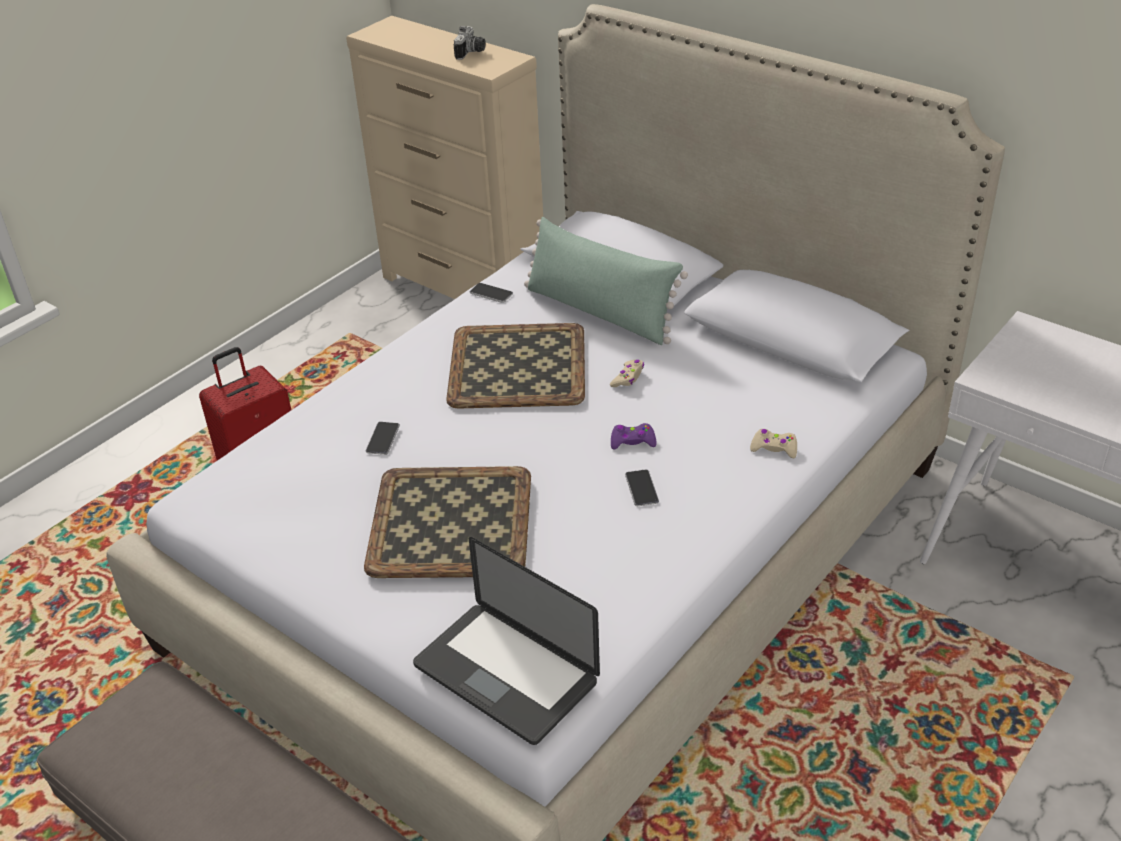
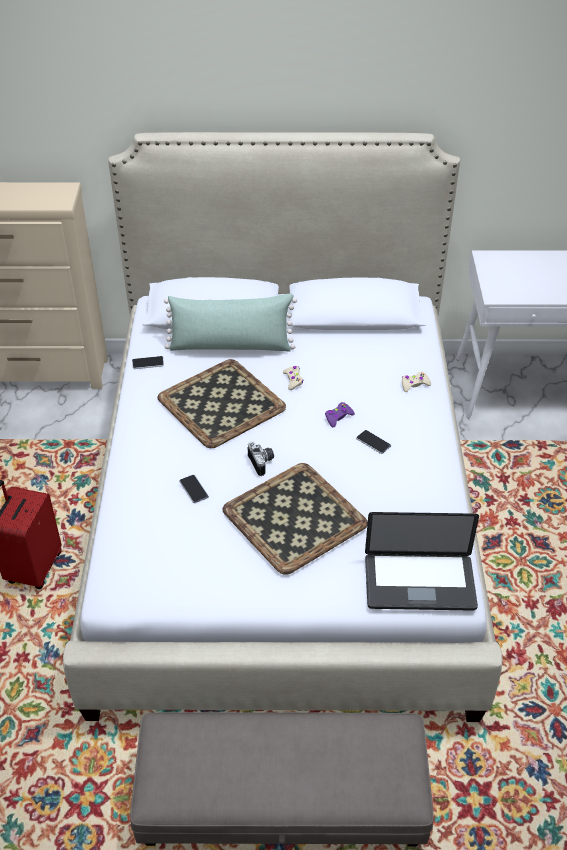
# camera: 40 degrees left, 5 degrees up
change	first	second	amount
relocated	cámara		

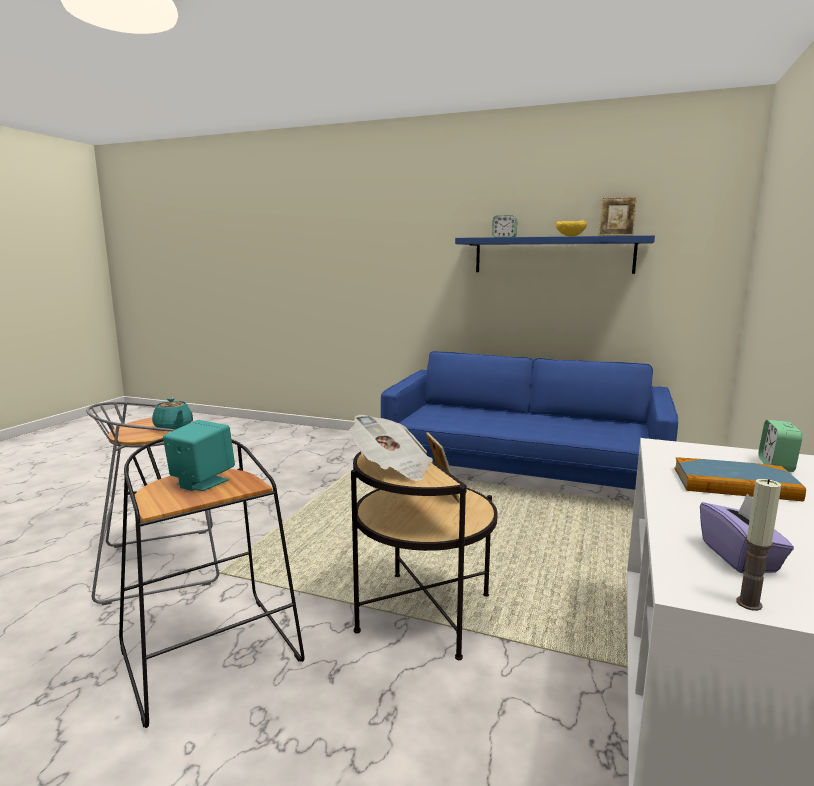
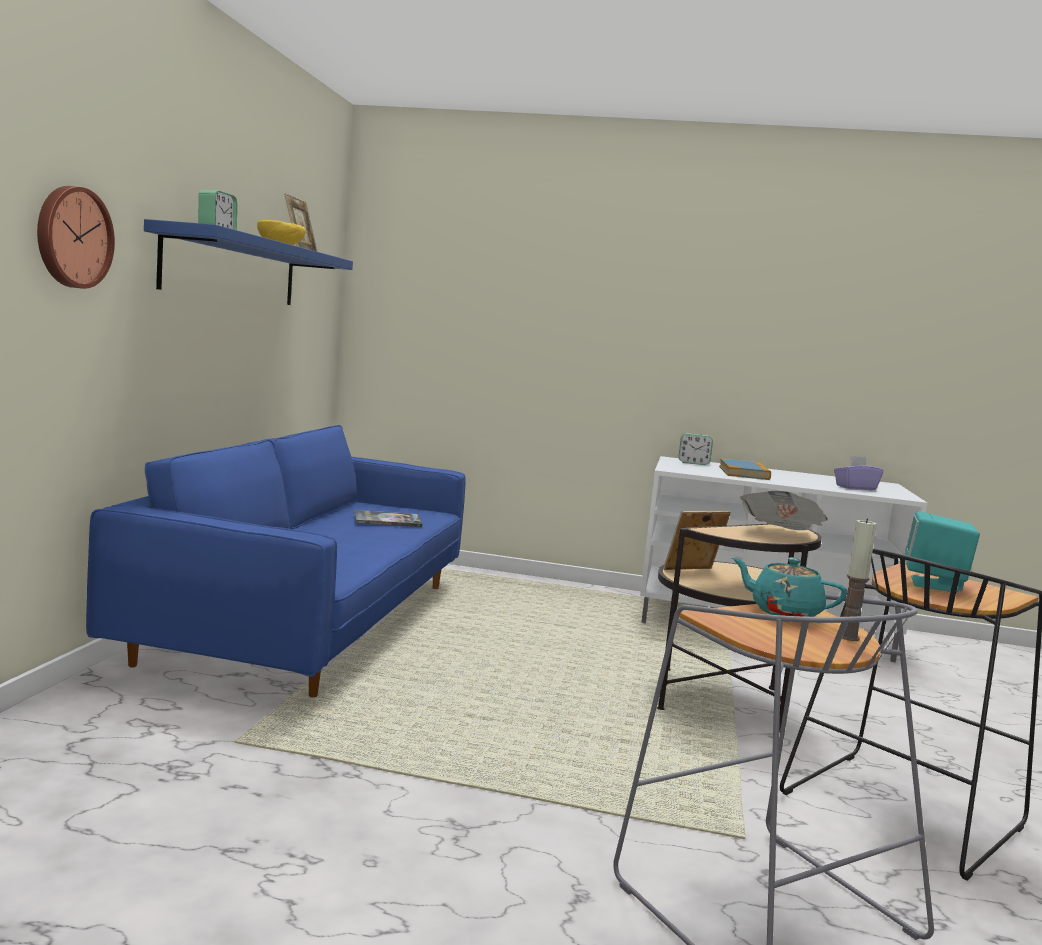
# camera: 100 degrees left, 5 degrees down
change	first	second	amount
appeared		reloj de pared	
appeared		libro (no. 1 from left)	
relocated	vela		
spun	tetera (turquesa)		105 degrees counterclockwise

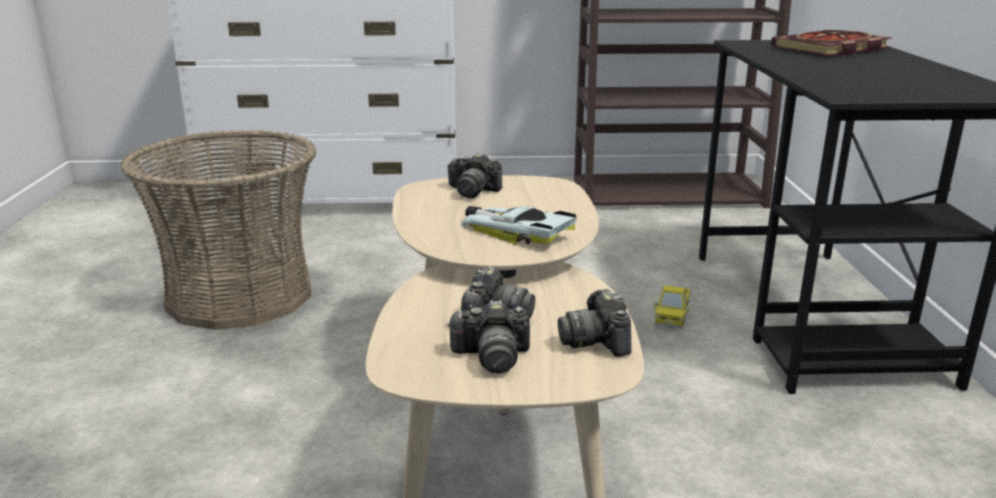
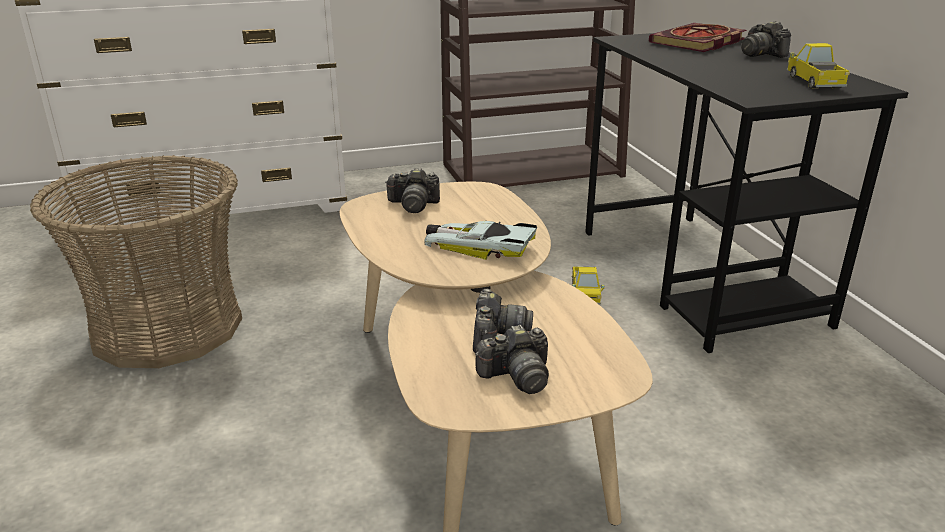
# camera: 15 degrees left, 5 degrees up
change	first	second	amount
appeared		camión de juguete (no. 2 from left)	
relocated	cámara (no. 4 from left)		

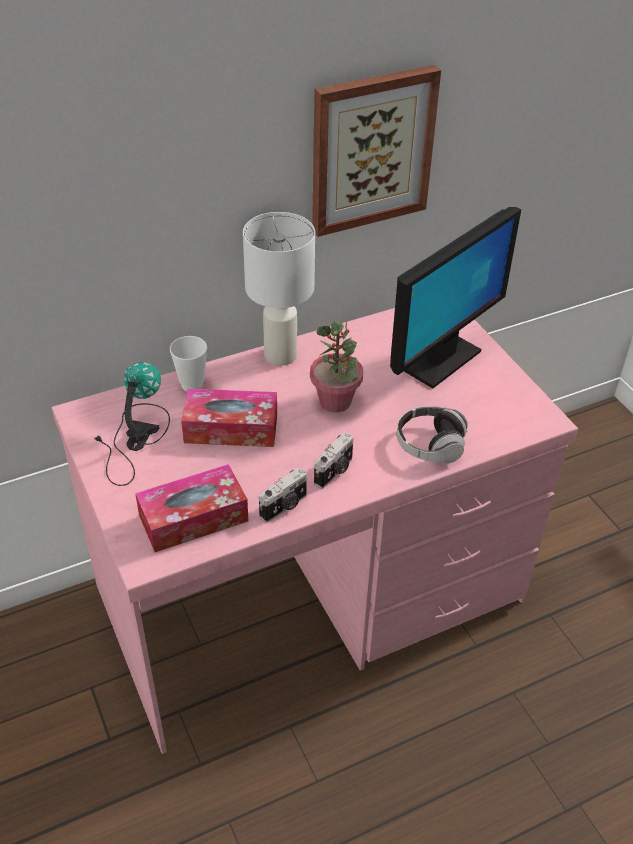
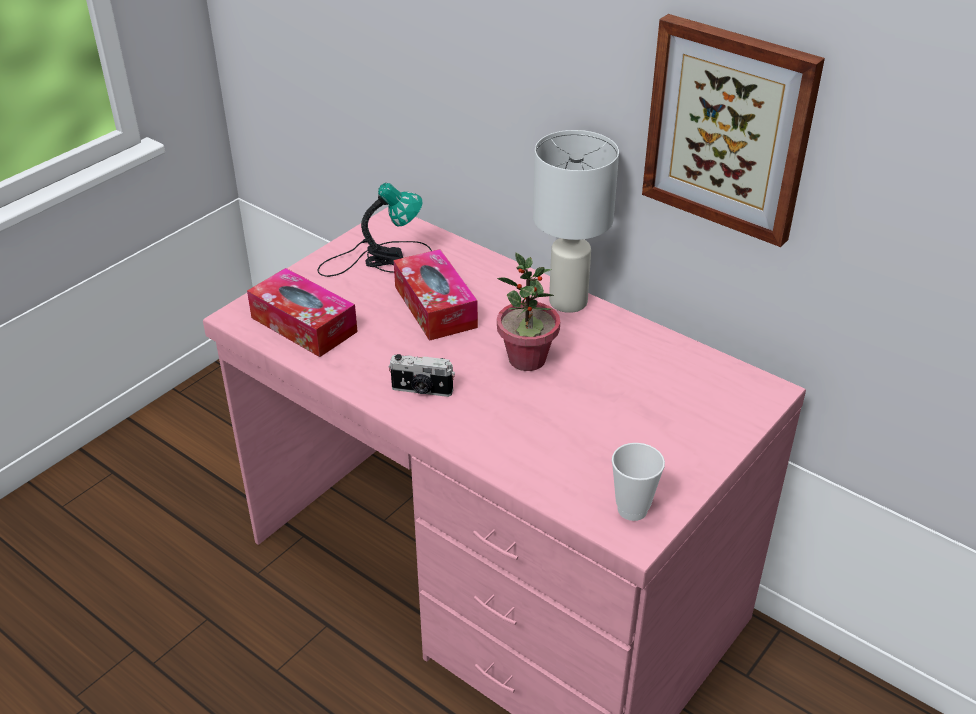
# camera: 65 degrees right, 5 degrees down
change	first	second	amount
missing	cámara (no. 1 from left)		
missing	monitor		
missing	auriculares		
relocated	taza		

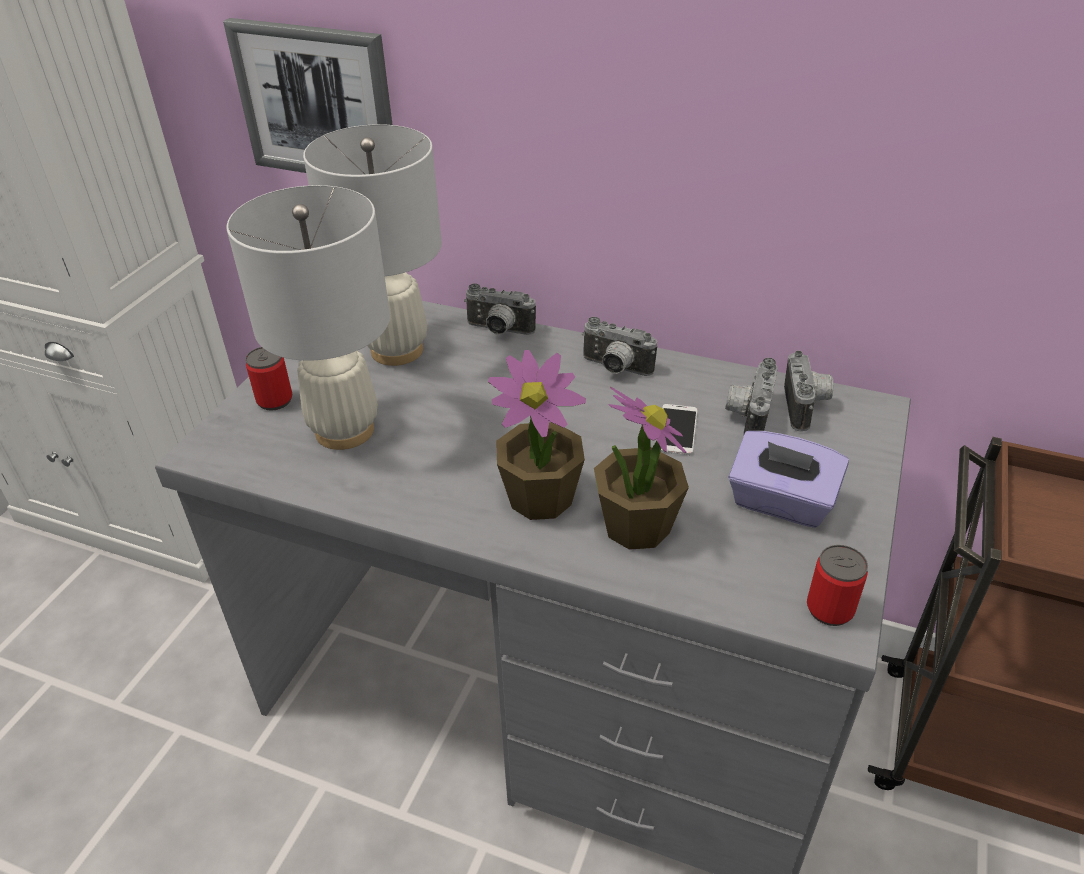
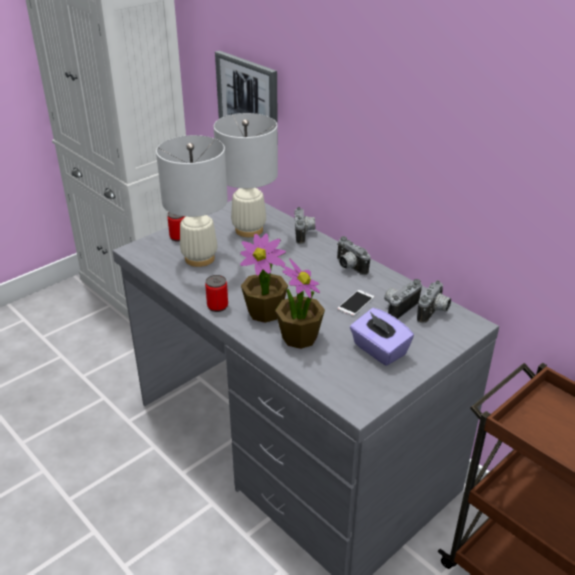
# camera: 25 degrees right, 5 degrees down
change	first	second	amount
relocated	lata (no. 2 from left)		
spun	cámara (no. 1 from left)		135 degrees counterclockwise

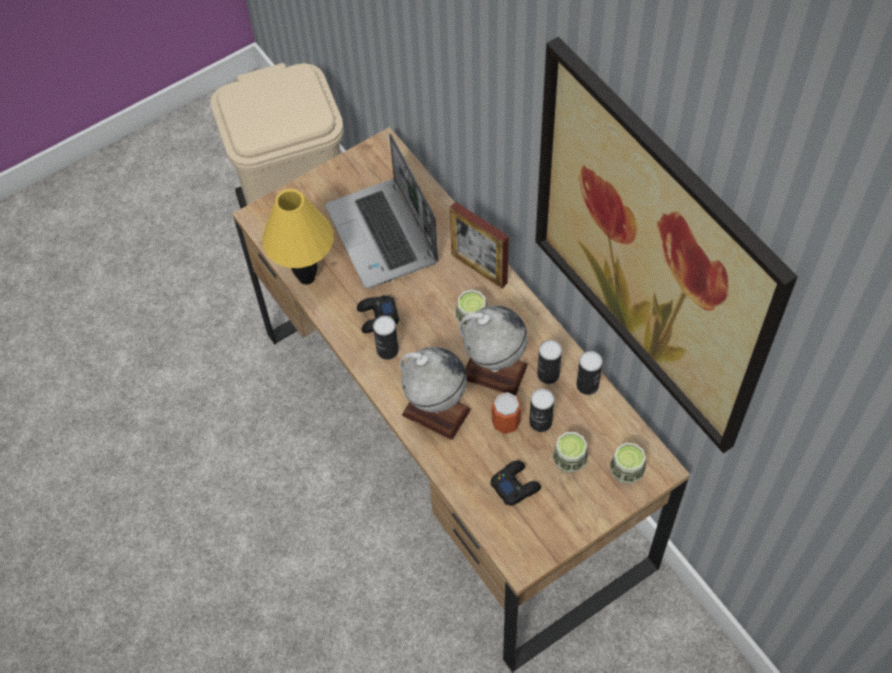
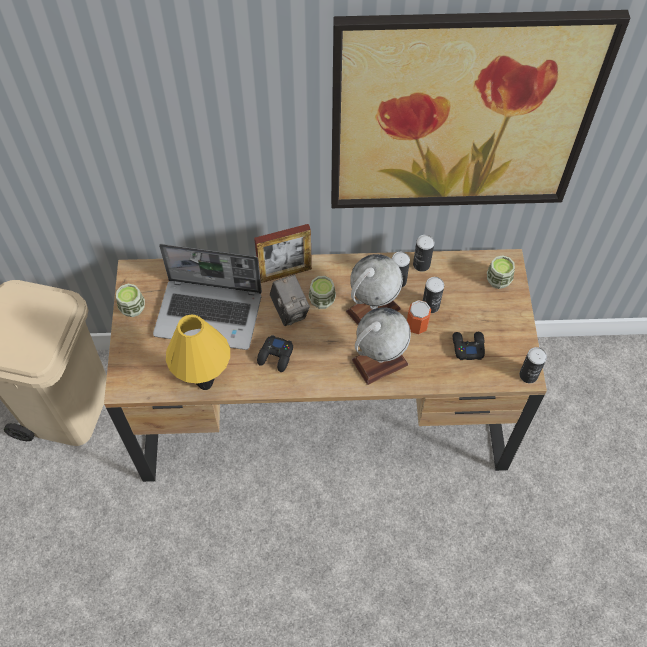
# camera: 60 degrees left, 0 degrees up
change	first	second	amount
appeared		cámara	
relocated	lata (no. 1 from left in the first image)	lata (no. 5 from left)	
relocated	taza (no. 2 from left in the first image)	taza (no. 1 from left)	

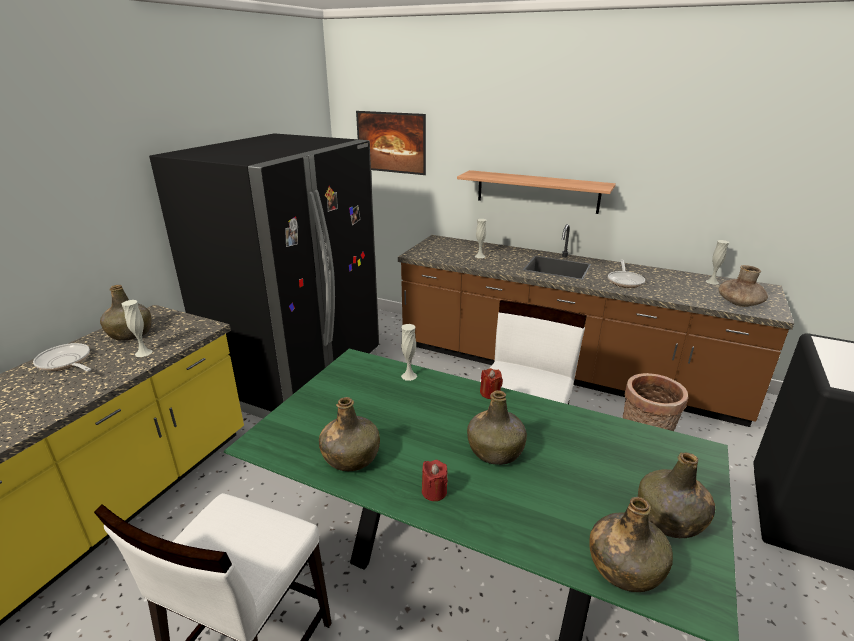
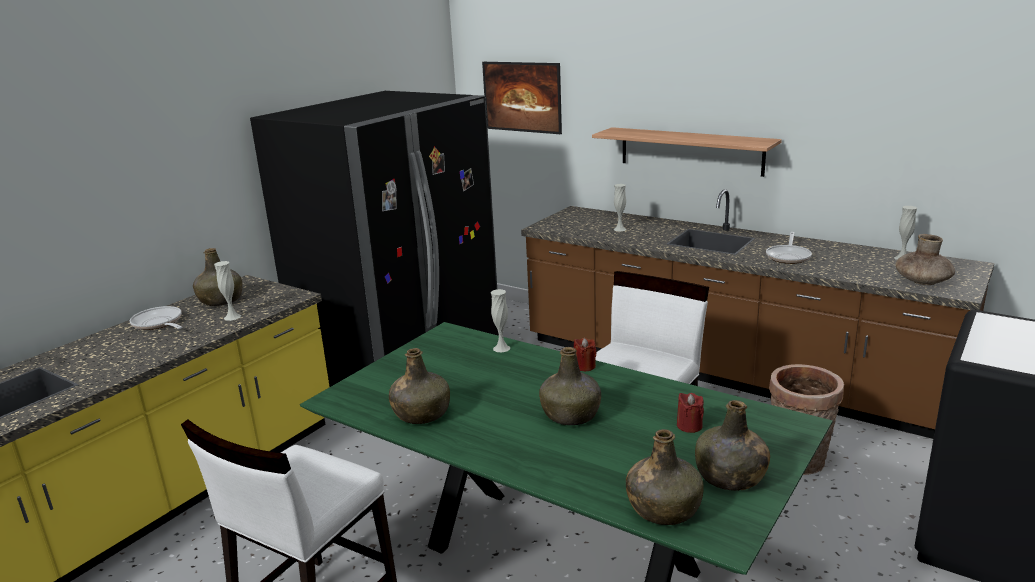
# camera: 10 degrees right, 5 degrees down
change	first	second	amount
relocated	vela (rojo) (no. 1 from left in the first image)	vela (rojo) (no. 2 from left)	

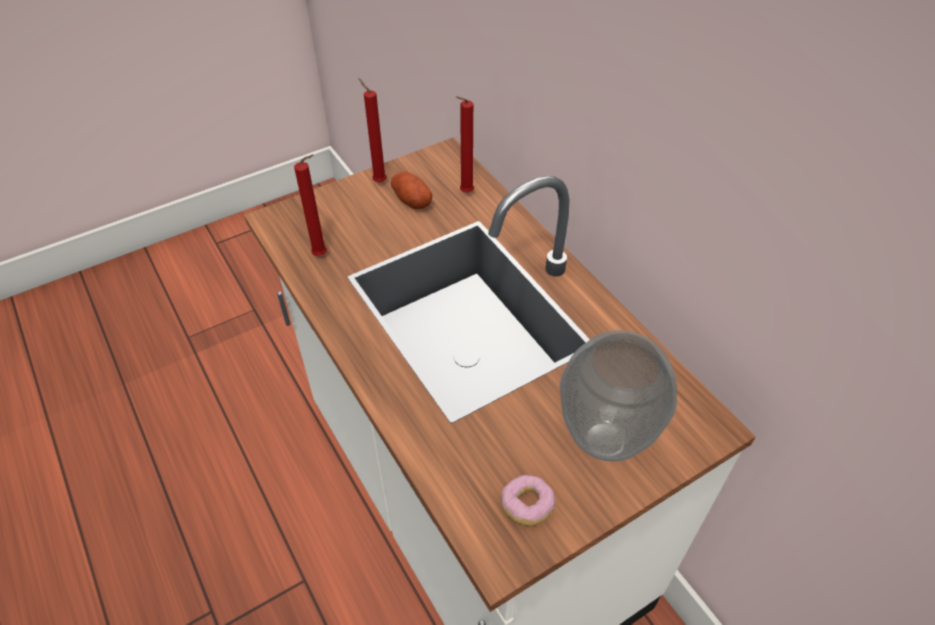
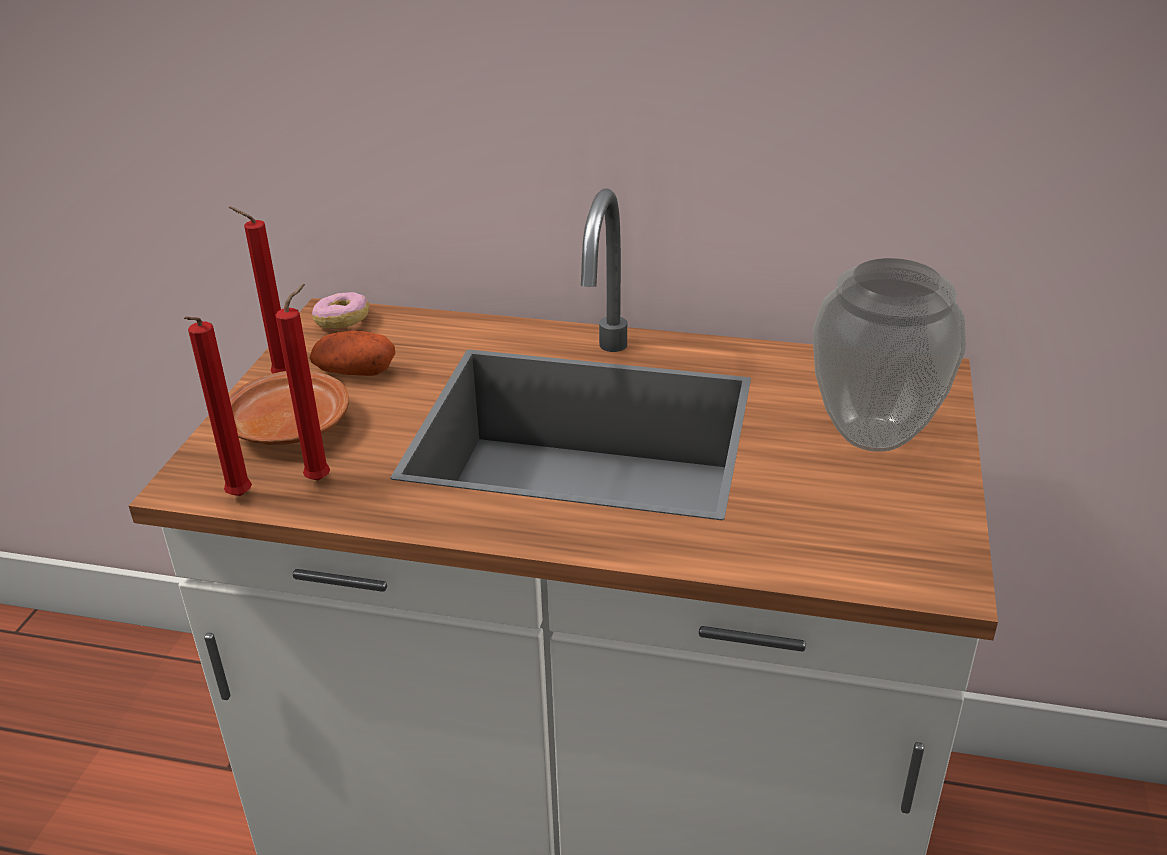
# camera: 45 degrees left, 15 degrees down
change	first	second	amount
appeared		plato (marrón)	
relocated	vela (rojo) (no. 3 from left in the first image)	vela (rojo) (no. 1 from left)	
relocated	rosquilla		

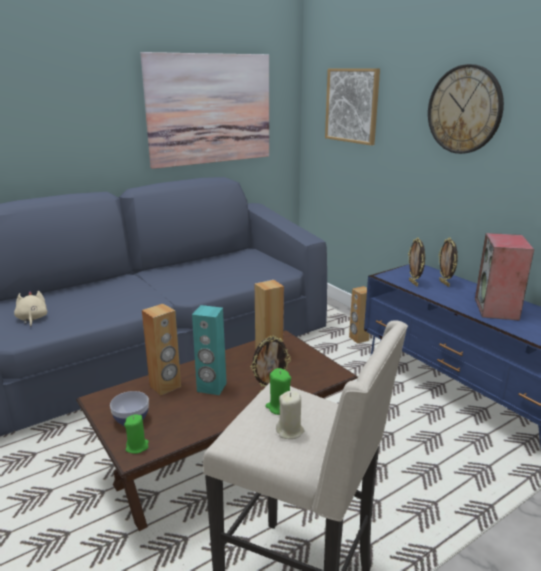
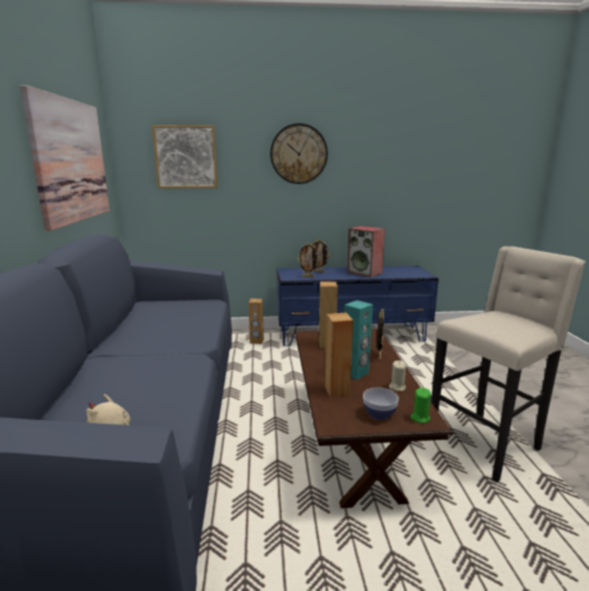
# camera: 60 degrees left, 5 degrees down
change	first	second	amount
missing	vela (verde) (no. 2 from left)		
relocated	vela (beis)		

